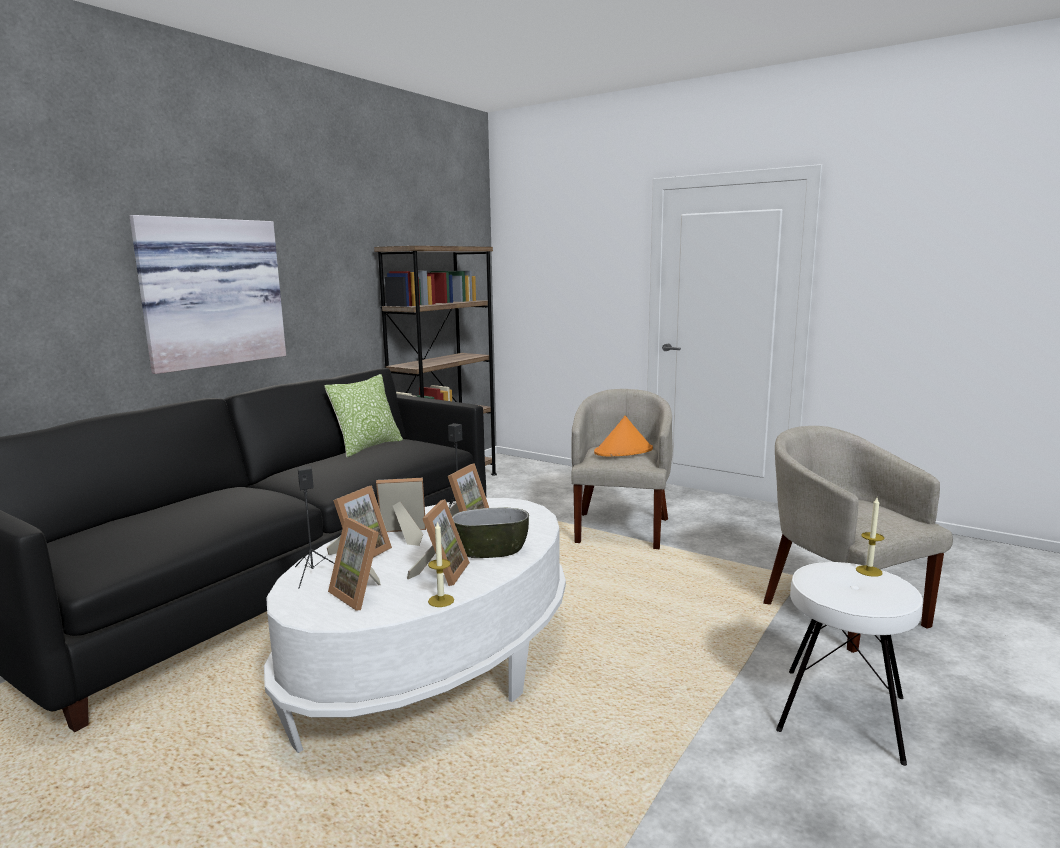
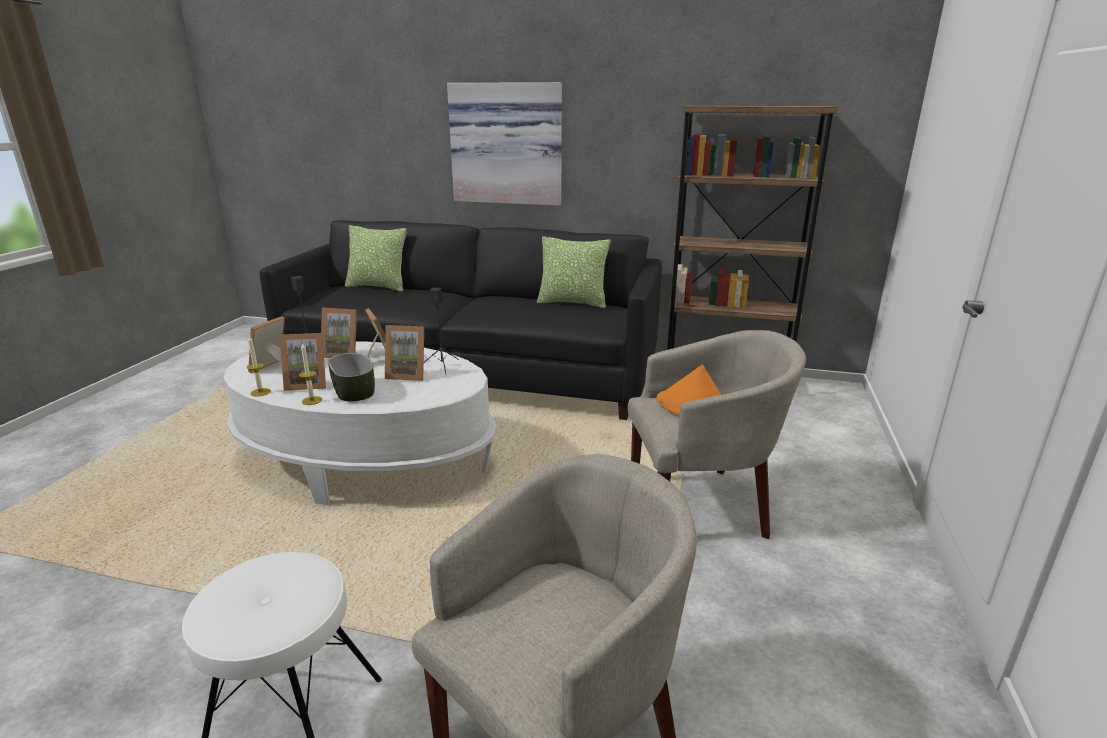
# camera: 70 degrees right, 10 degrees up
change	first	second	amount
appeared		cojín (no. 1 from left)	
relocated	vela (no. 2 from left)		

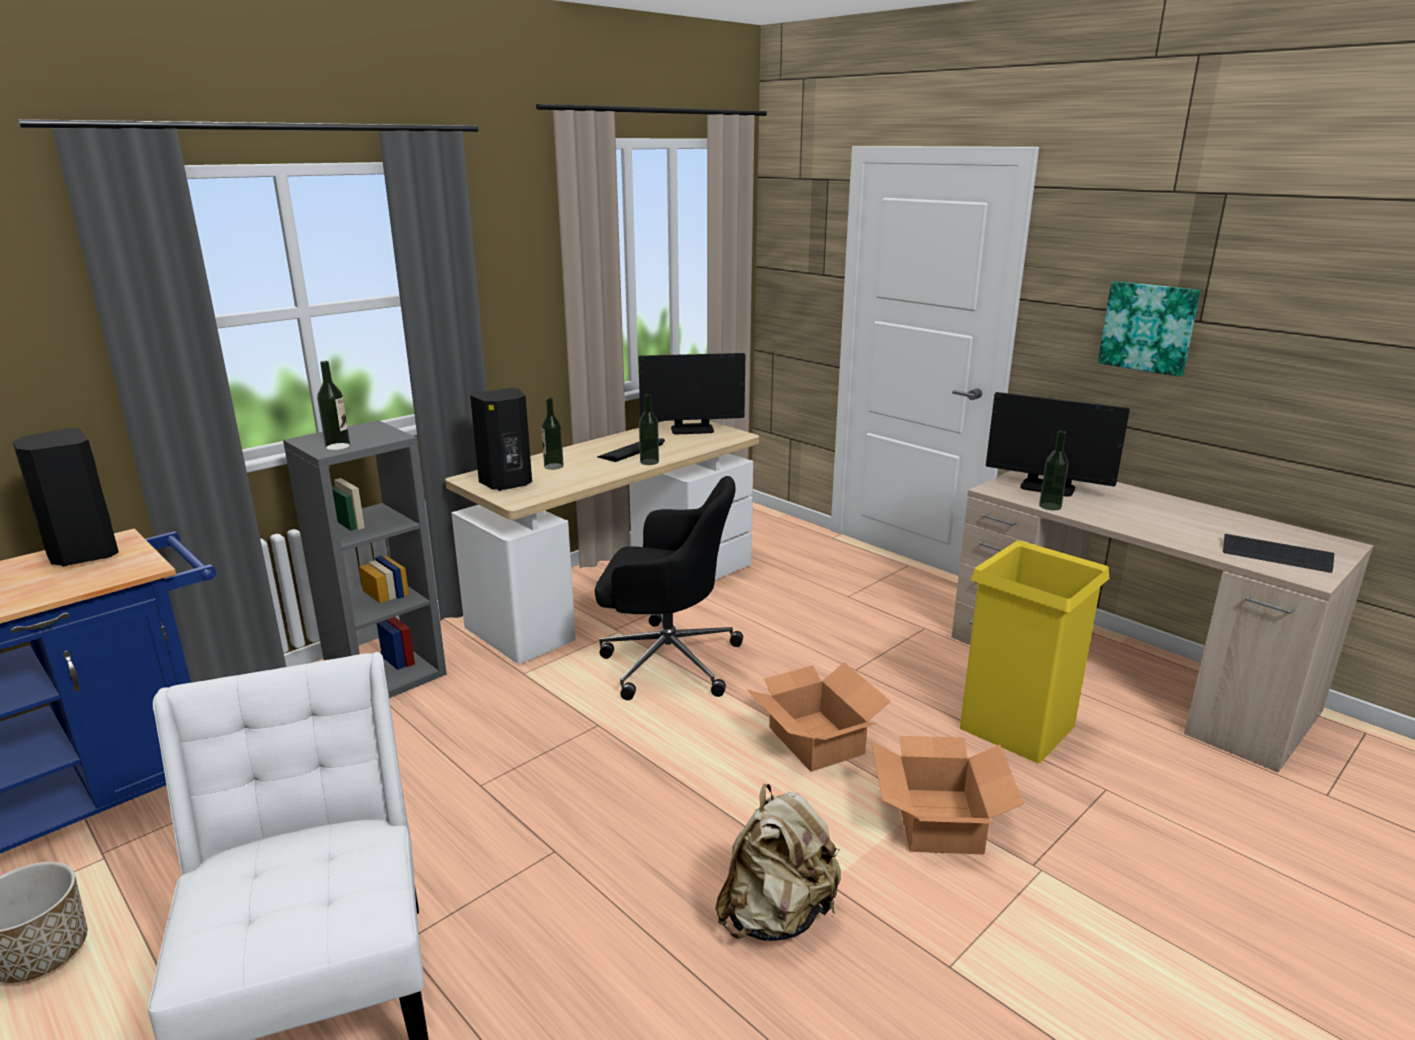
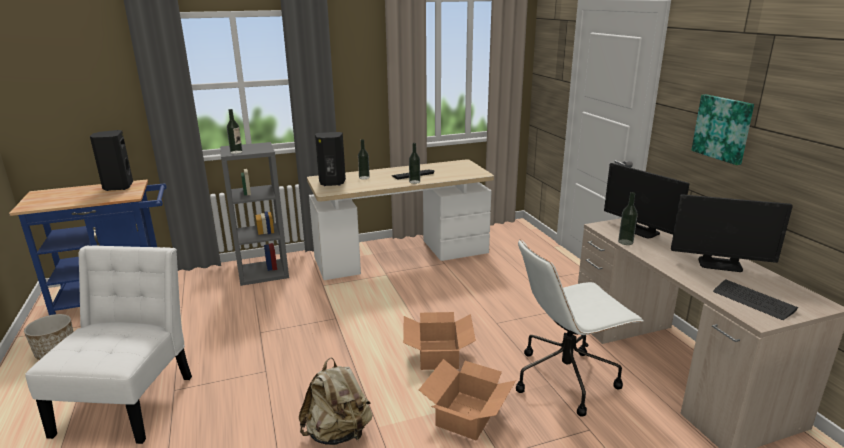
# camera: 25 degrees right, 0 degrees up
change	first	second	amount
missing	silla de oficina (negro)		
relocated	monitor (no. 1 from left in the first image)	monitor (no. 2 from left)	
exchanged	papelera (amarillo)	silla de oficina (blanco)	

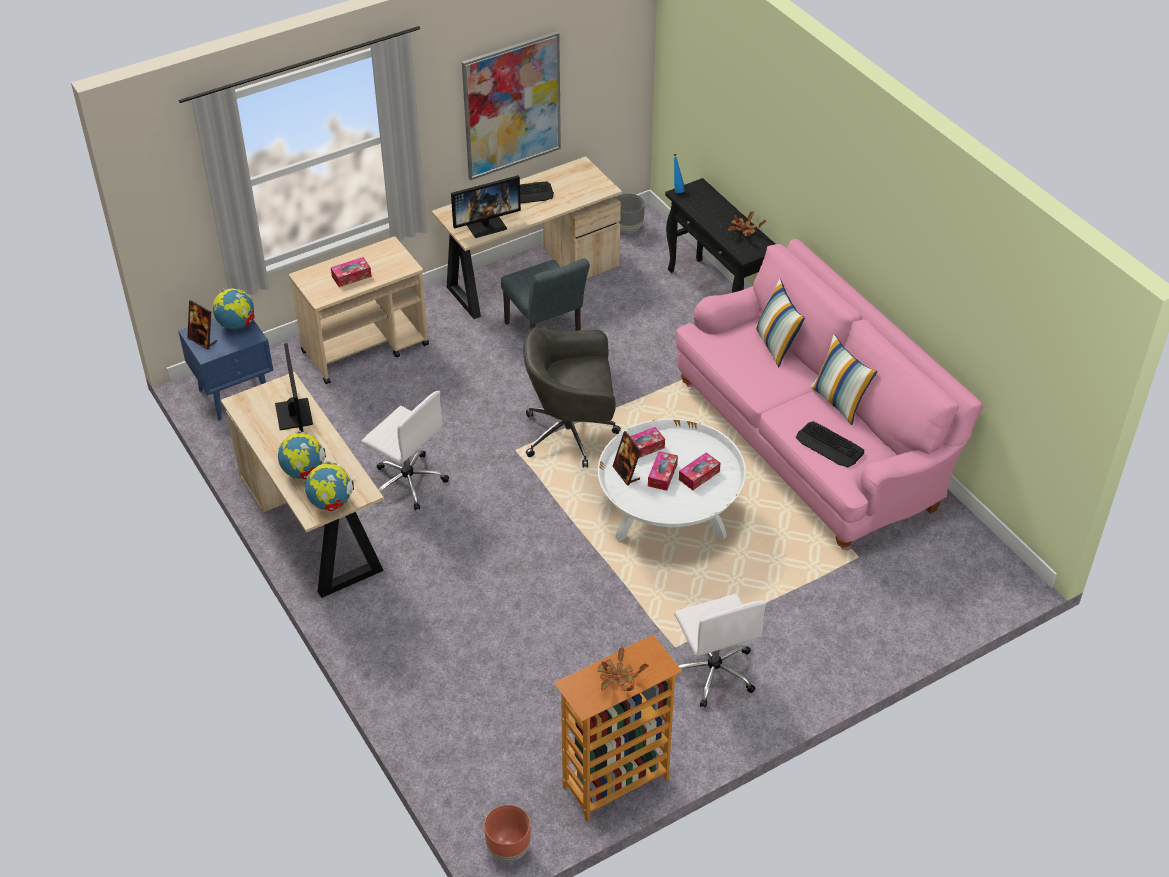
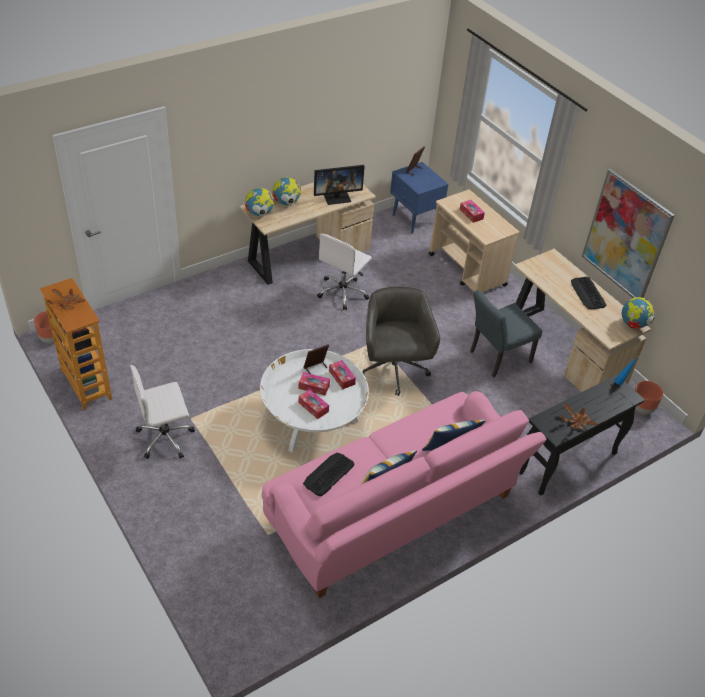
# camera: 85 degrees right, 0 degrees up
change	first	second	amount
missing	monitor (no. 2 from left)		
relocated	globo terráqueo (no. 1 from left in the first image)	globo terráqueo (no. 3 from left)	
colour	maceta (gris)	maceta (marrón) (no. 2 from left)	

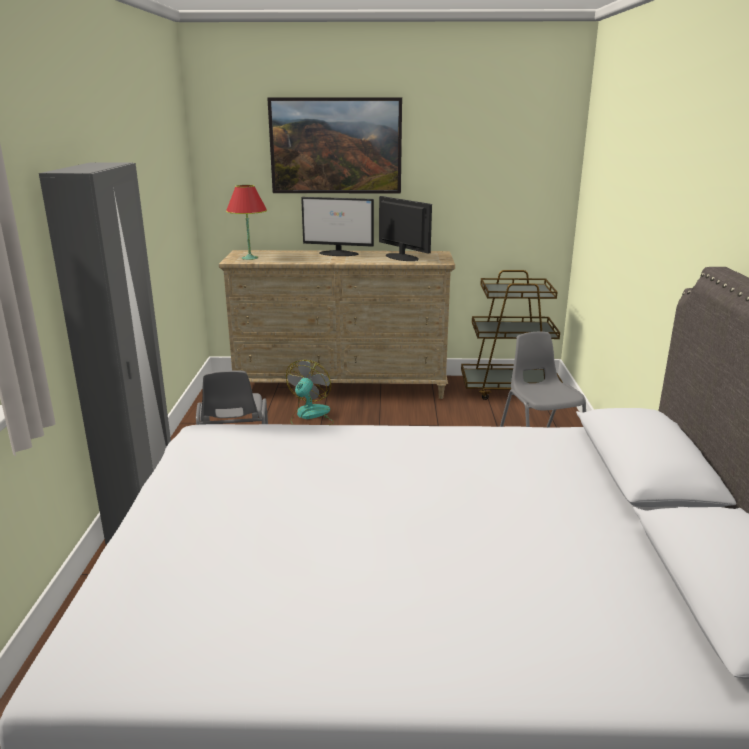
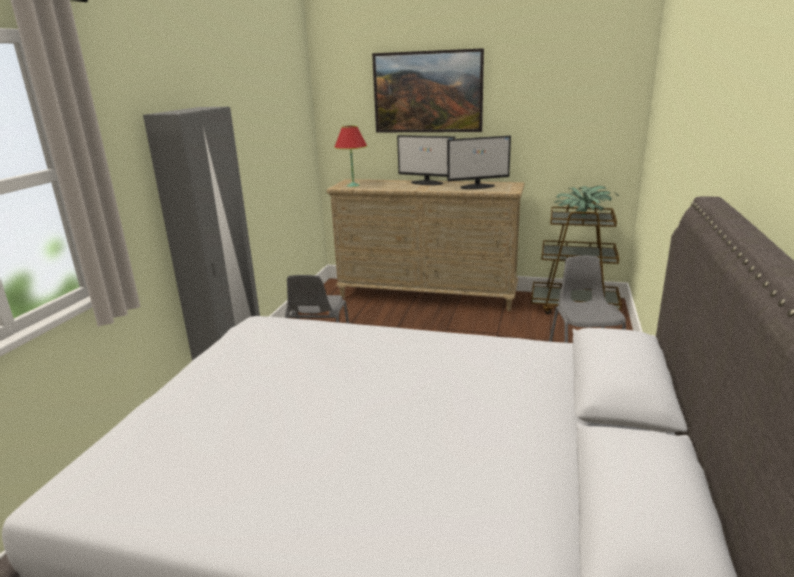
# camera: 15 degrees right, 0 degrees up
change	first	second	amount
missing	ventilador		
appeared		planta en maceta	
spun	monitor (no. 2 from left)		105 degrees clockwise

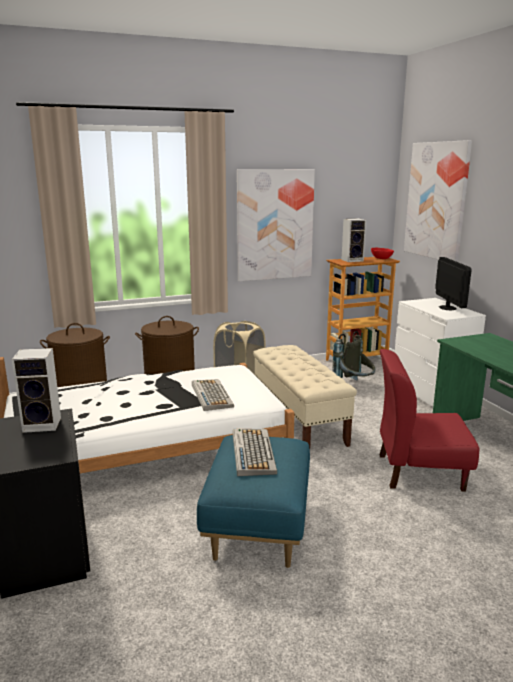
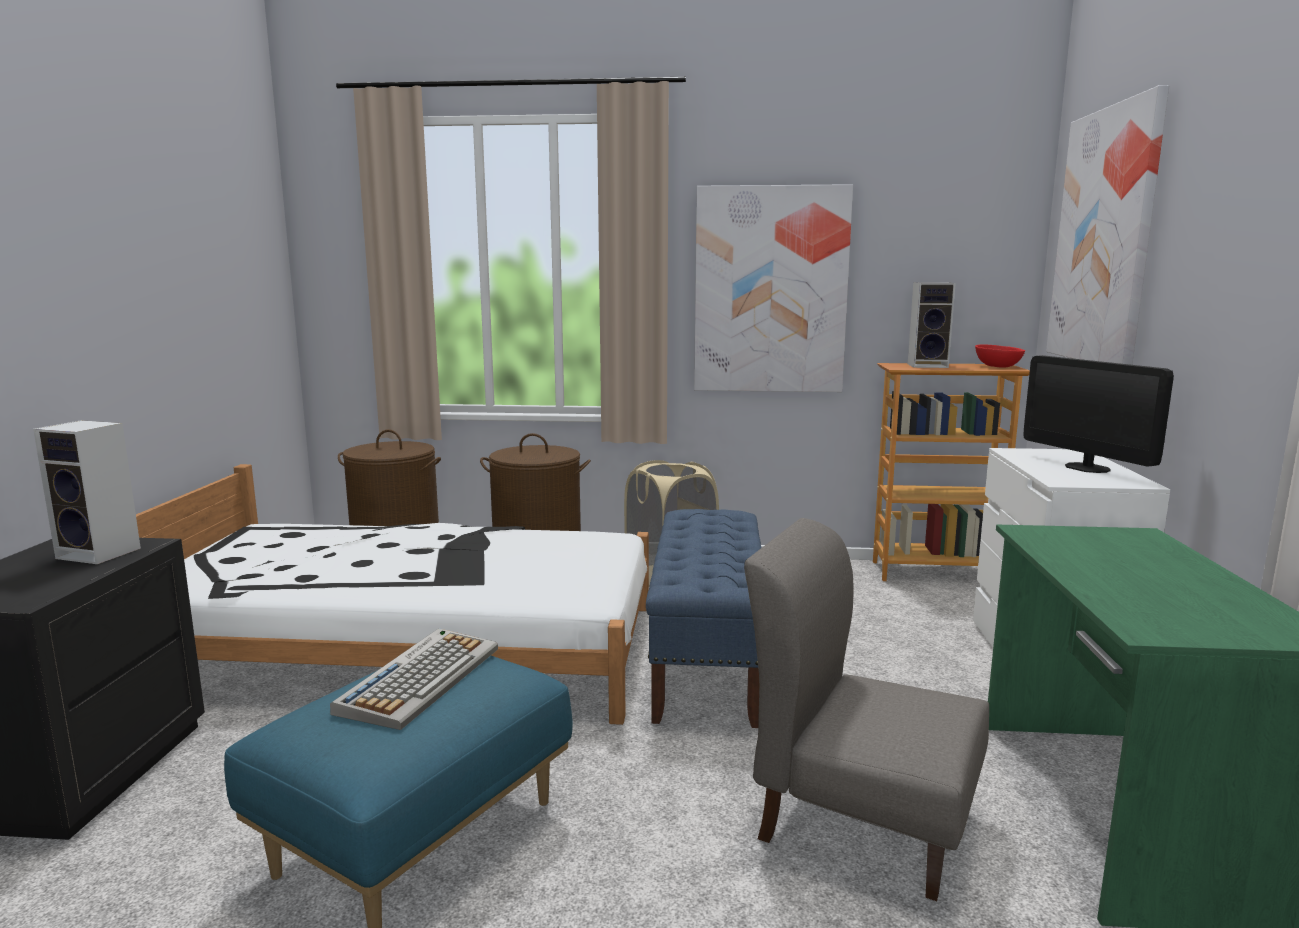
# camera: 25 degrees right, 5 degrees down
change	first	second	amount
missing	teclado (no. 1 from left)		
missing	mochila (gris)		
colour	banco (beis)	banco (azul)	
colour	silla (rojo)	silla (gris)	
spun	monitor		135 degrees clockwise

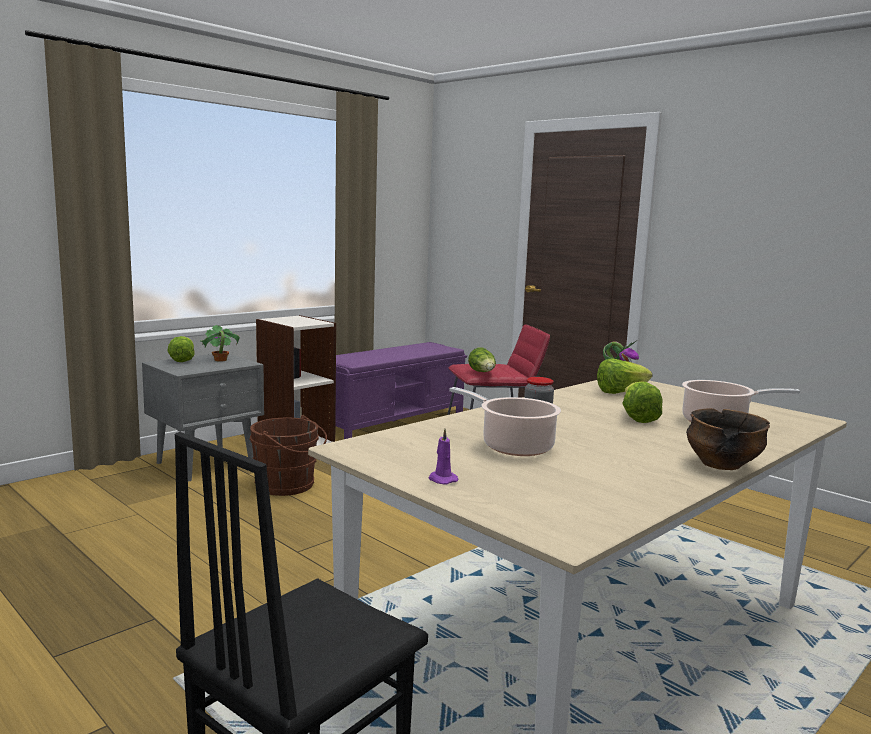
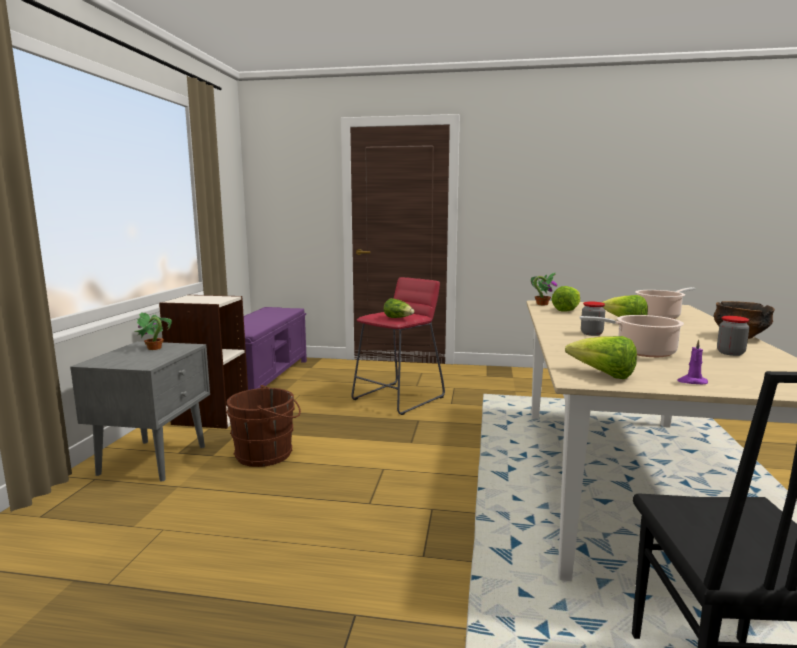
# camera: 35 degrees left, 0 degrees up
change	first	second	amount
appeared		tarro (no. 2 from left)	
relocated	lechuga (no. 1 from left in the first image)	lechuga (no. 3 from left)	

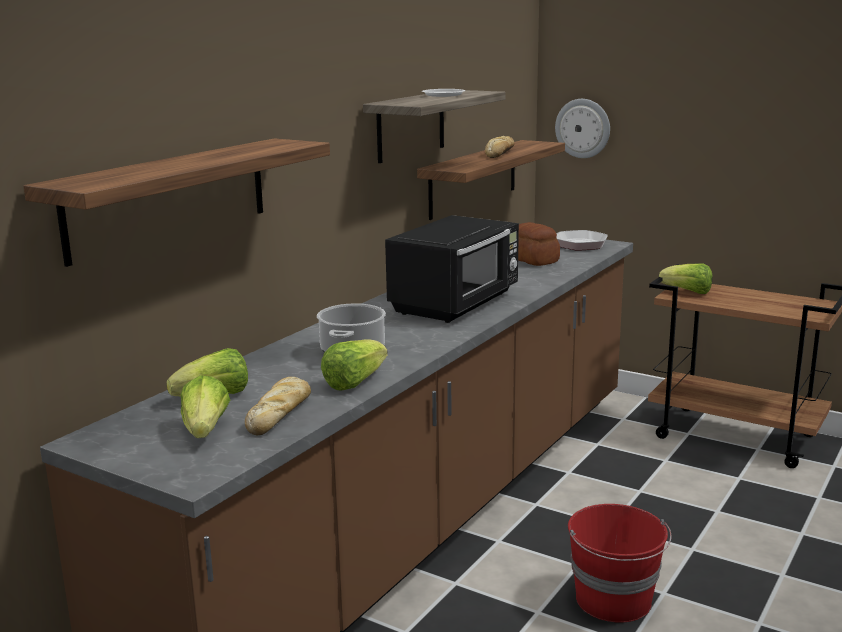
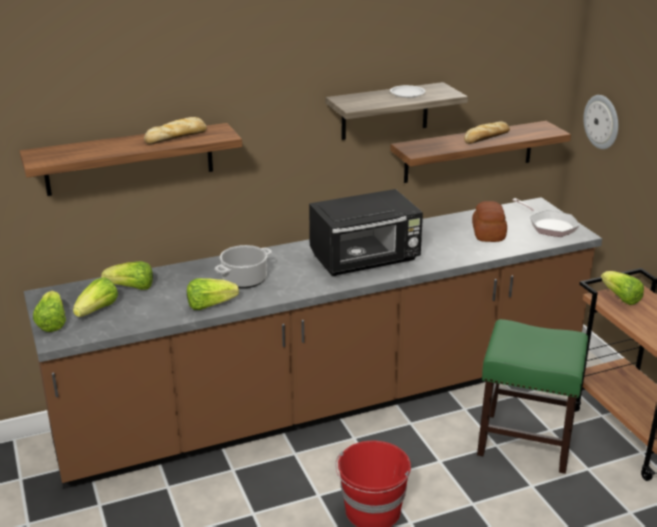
# camera: 35 degrees right, 10 degrees up
change	first	second	amount
appeared		lechuga (no. 1 from left)	
appeared		taburete (verde)	
relocated	pan (no. 1 from left)		

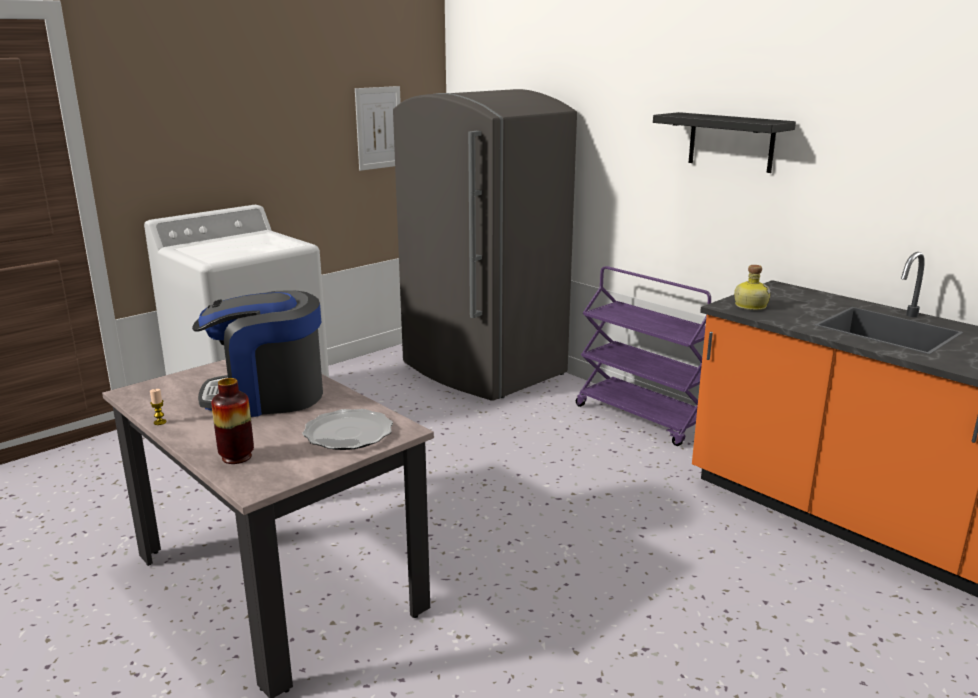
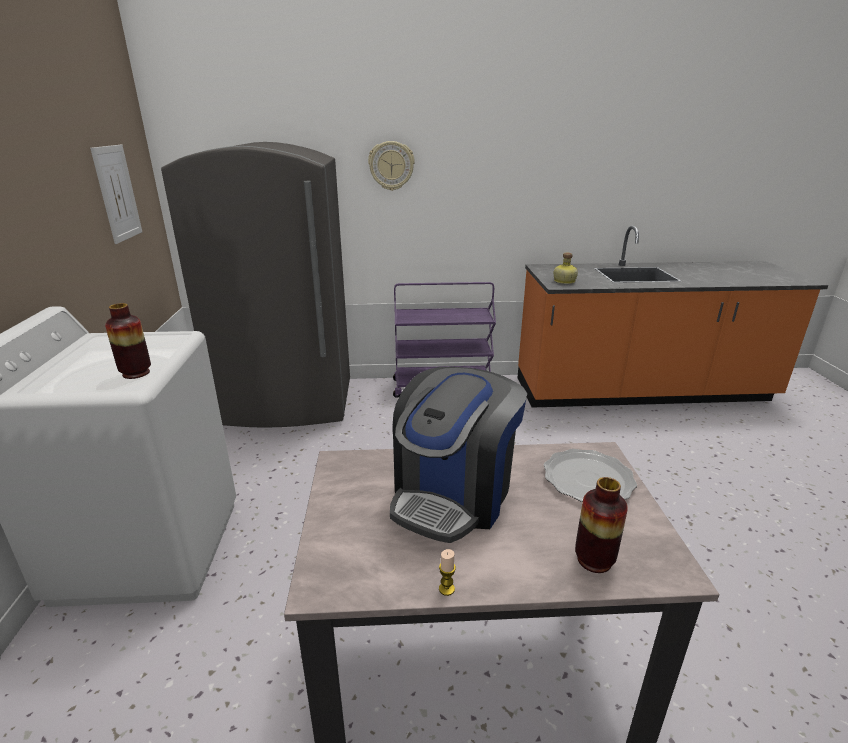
# camera: 50 degrees left, 5 degrees up
change	first	second	amount
missing	estante (negro)		
appeared		florero (no. 1 from left)	
appeared		reloj de pared	

